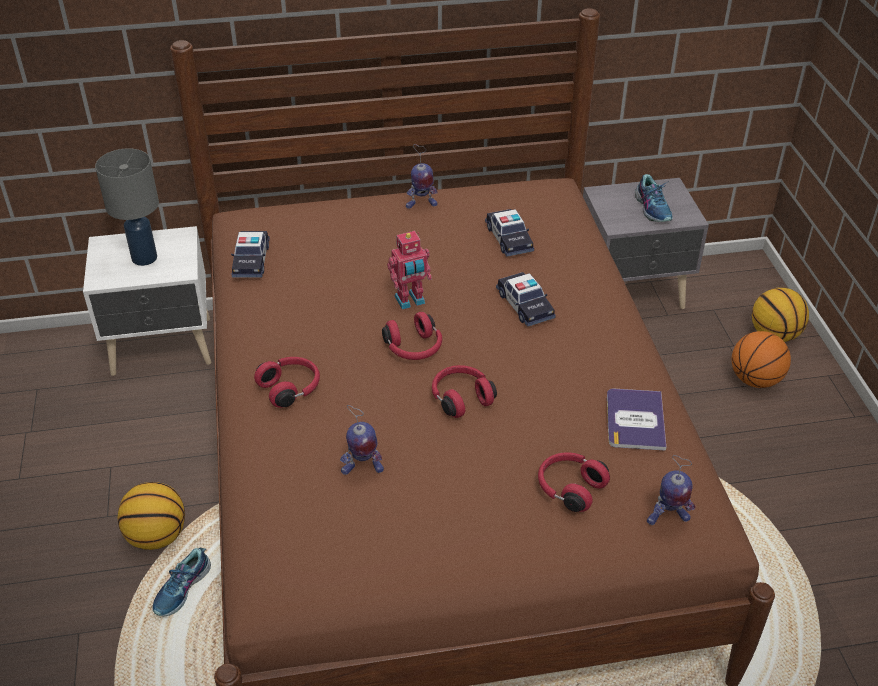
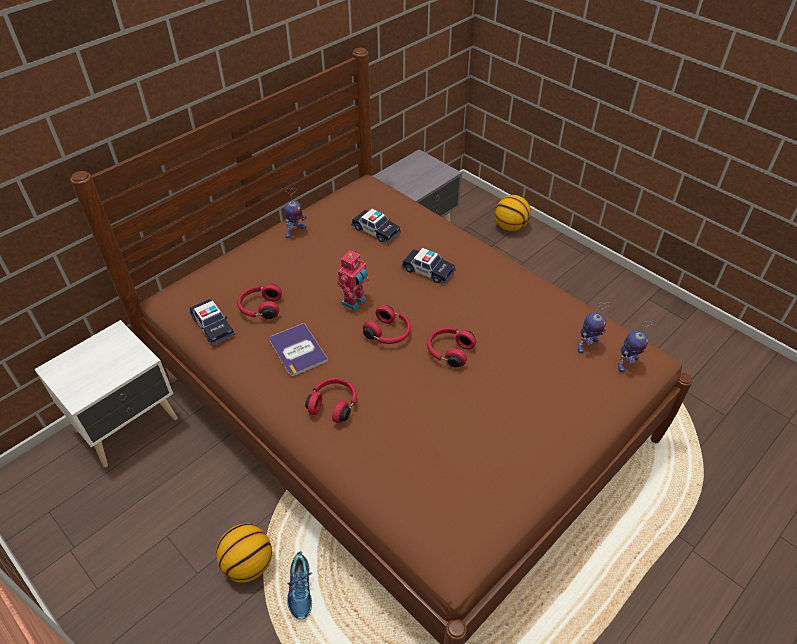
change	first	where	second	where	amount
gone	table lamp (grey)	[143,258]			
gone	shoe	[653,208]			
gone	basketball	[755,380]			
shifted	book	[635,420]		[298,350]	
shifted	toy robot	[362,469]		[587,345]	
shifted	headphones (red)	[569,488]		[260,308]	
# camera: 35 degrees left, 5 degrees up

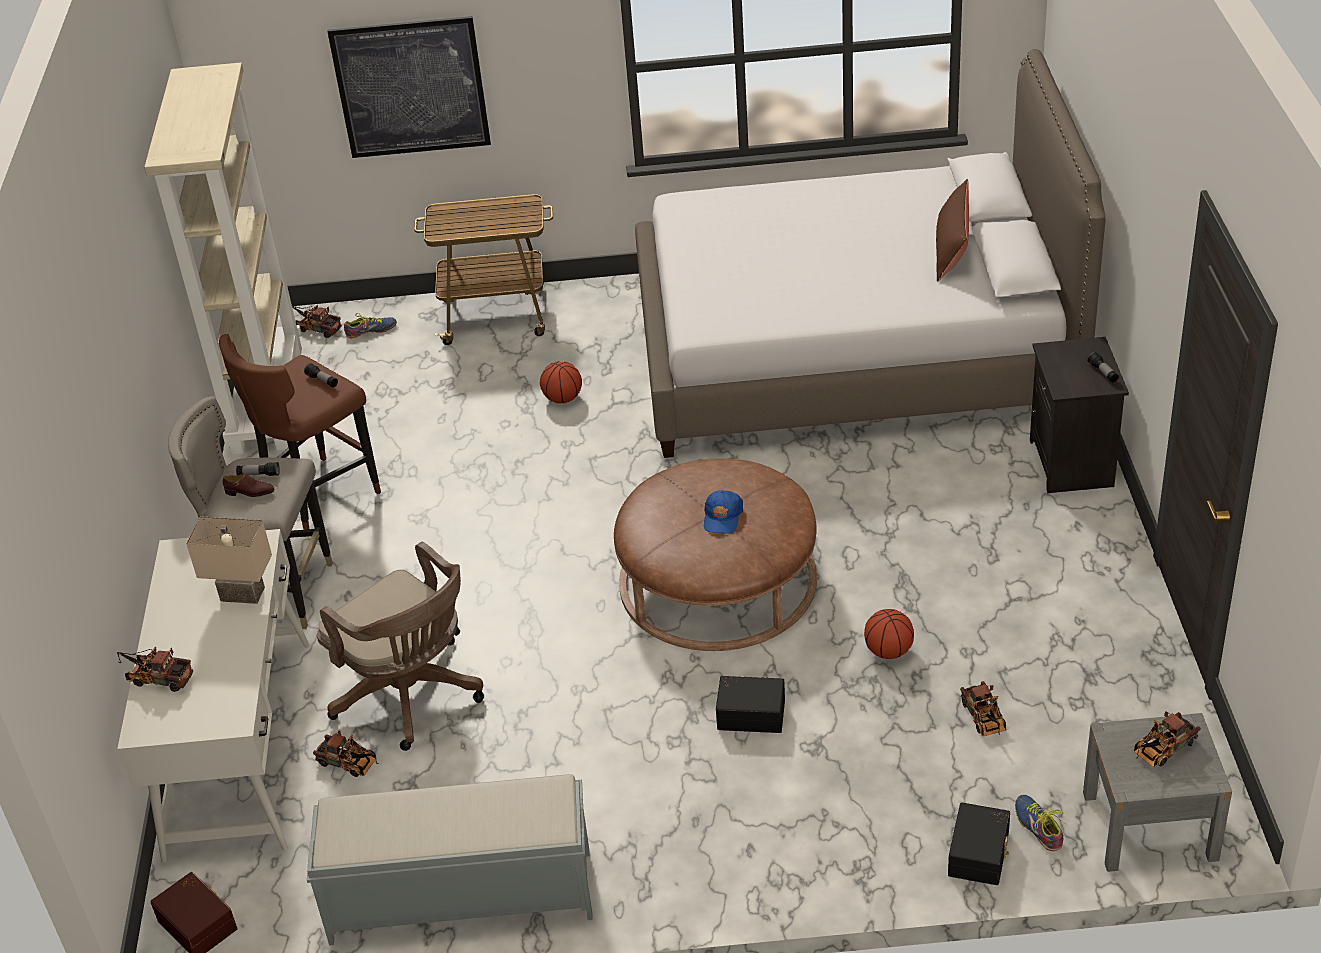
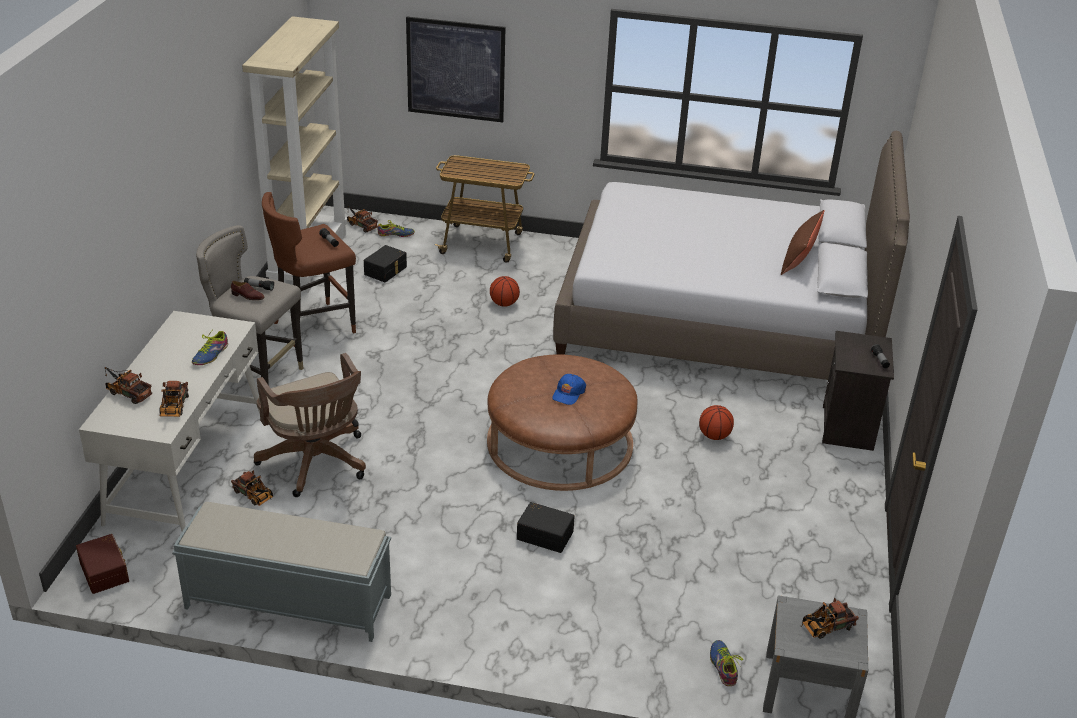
change	first	where	second	where	amount
swapped	table lamp (beige)	[244,592]	shoe	[211,355]	
shifted	basketball	[889,651]		[714,436]	
shifted	toy truck	[984,720]		[174,408]	
shifted	storage box (black)	[980,853]		[386,271]	
# camera: 10 degrees right, 5 degrees down

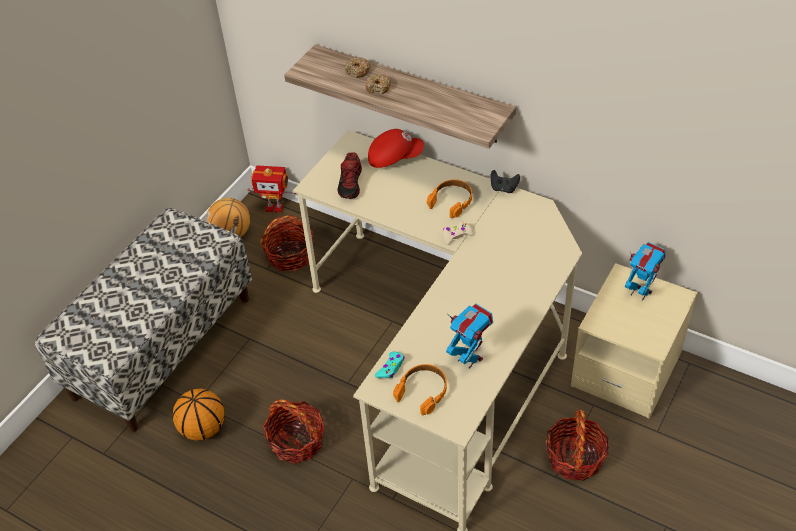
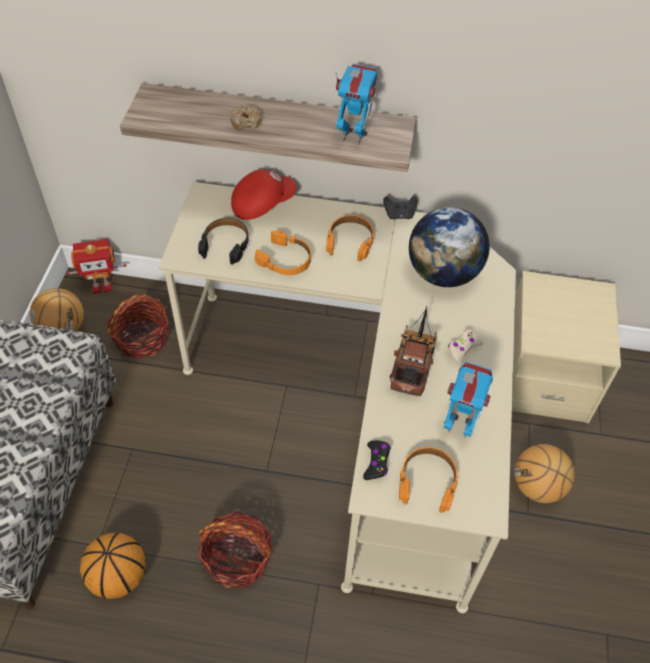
change	first	where	second	where	amount
gone	donut	[358,71]			
swapped	shoe	[351,183]	headphones (black)	[225,244]	
shifted	game controller (beige)	[457,235]		[463,349]	
shifted	toy robot	[640,292]		[353,136]	
repainted	game controller (turquoise)	[390,368]	game controller (black)	[376,462]	
swapped	basket	[575,458]	basketball	[537,487]	
new			globe	[443,274]	
new			headphones (orange)	[285,260]	
new			toy truck	[414,361]	
# camera: 25 degrees left, 5 degrees up

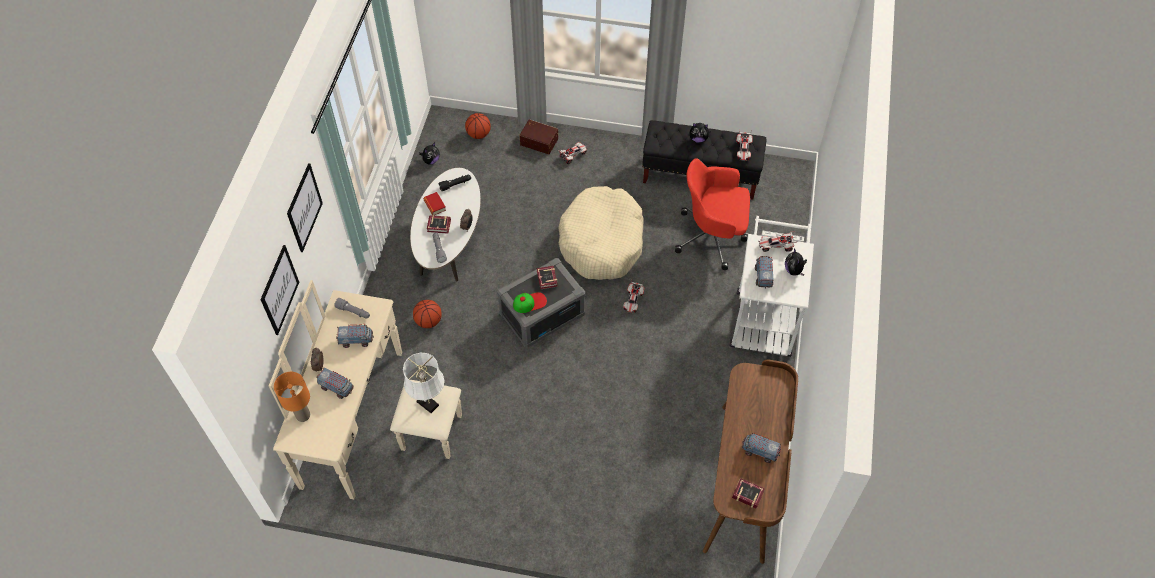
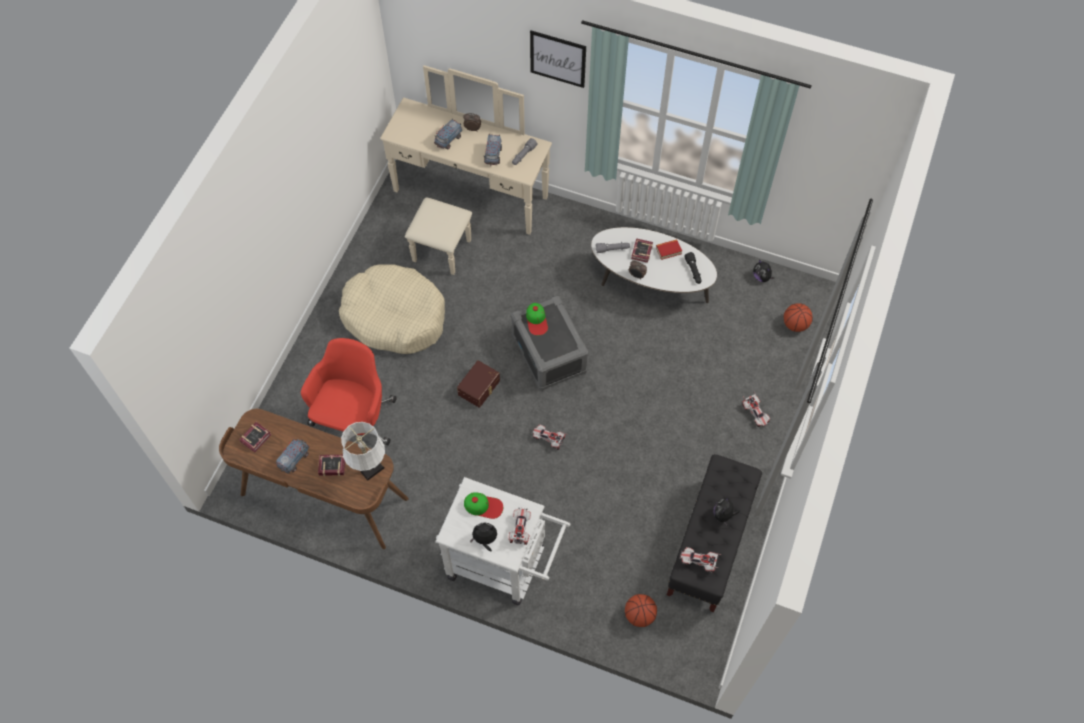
change	first	where	second	where	amount
shifted	storage box (brown)	[539,141]		[480,388]	
shifted	office chair (red)	[712,237]		[354,421]	
shifted	dog bed (beige)	[602,242]		[394,316]	
gone	picture	[279,290]			
swapped	toy truck	[763,277]	cap	[483,506]	
shifted	book	[546,280]		[331,465]	
shifted	basketball	[429,321]		[639,615]	
shifted	table lamp (white)	[429,404]		[370,471]	
gone	table lamp (orange)	[303,415]			
# camera: 100 degrees right, 5 degrees up

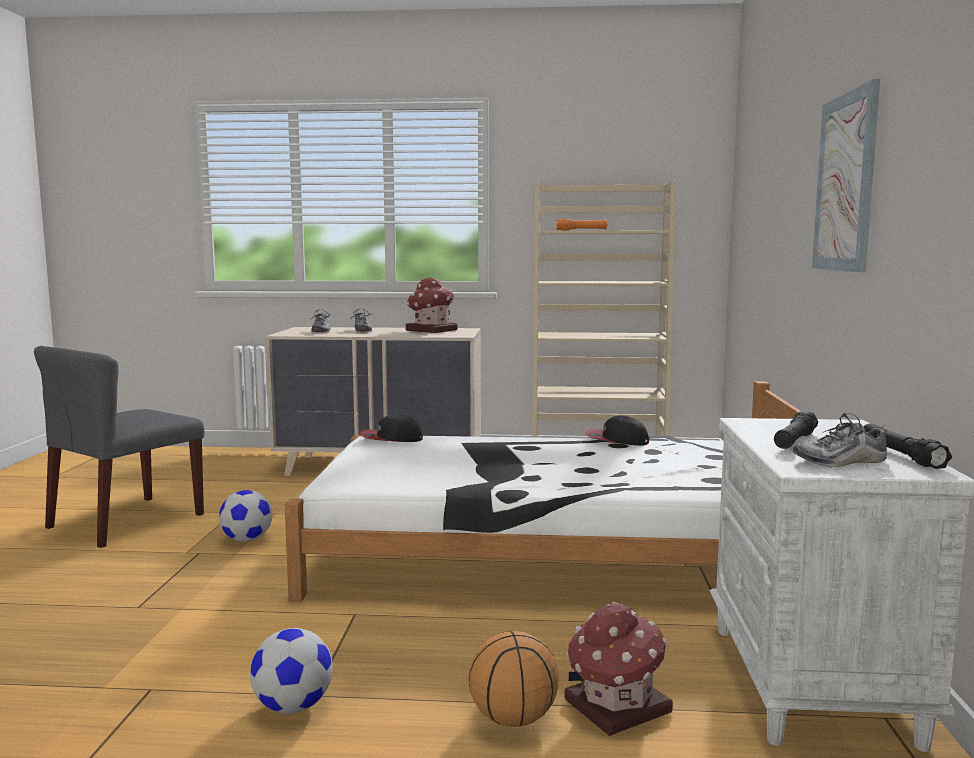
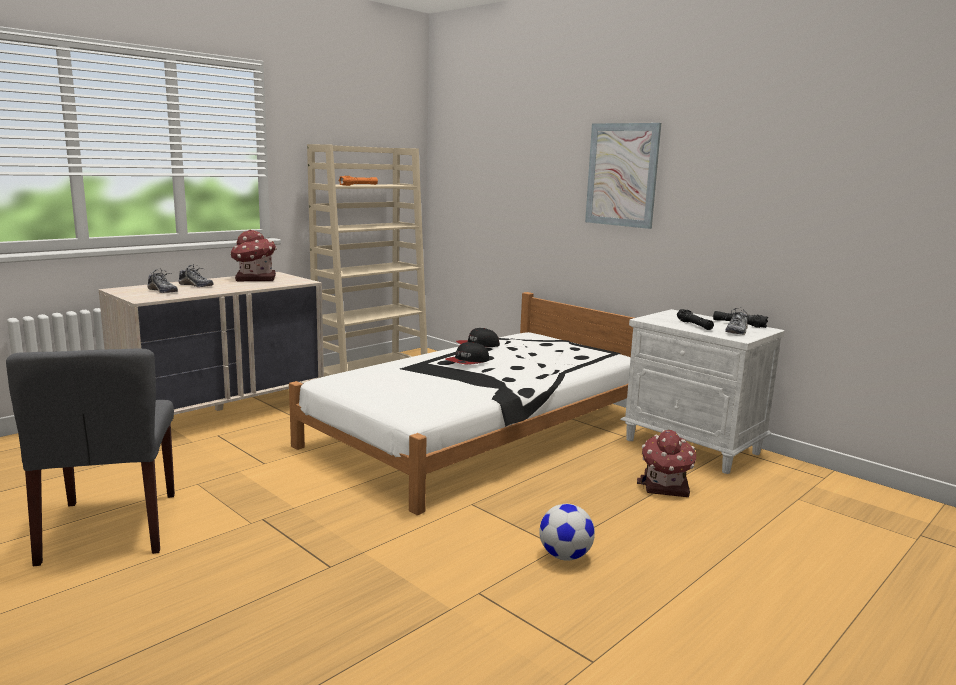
change	first	where	second	where	amount
shifted	cap	[391,438]		[467,362]	
gone	football	[247,540]			
gone	basketball	[514,718]			
# camera: 50 degrees left, 5 degrees up

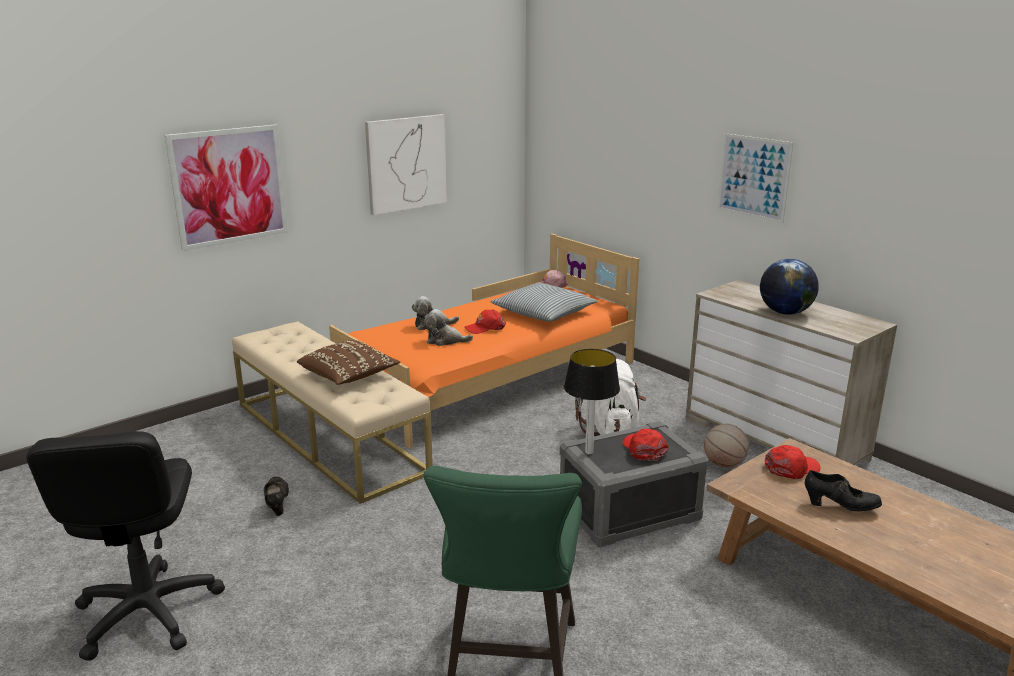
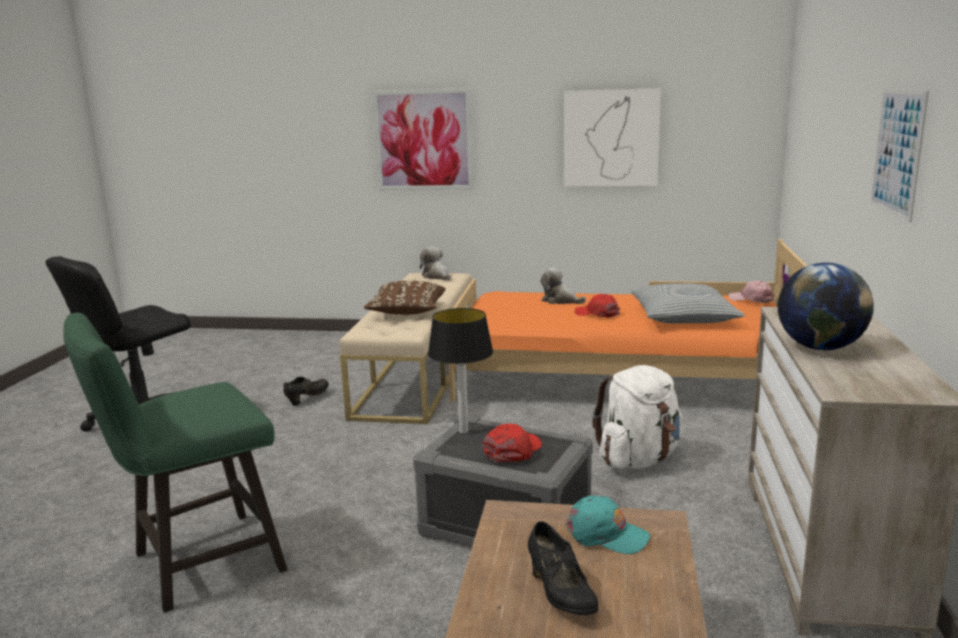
change	first	where	second	where	amount
shifted	plush toy	[445,341]		[436,276]	
gone	basketball	[724,464]			
repainted	cap (red)	[791,468]	cap (turquoise)	[606,535]	
# camera: 50 degrees right, 5 degrees down

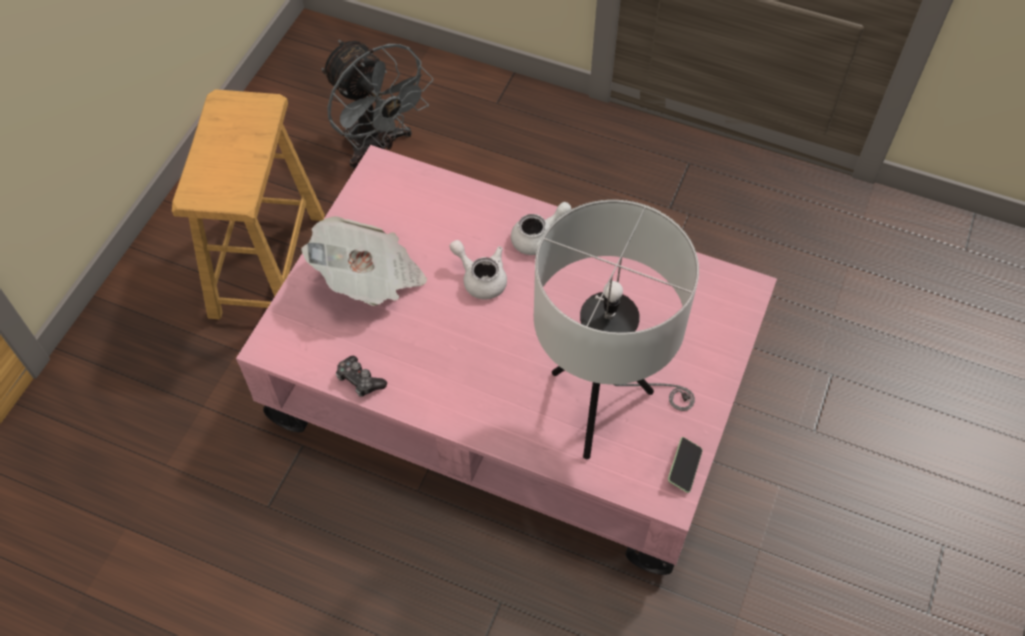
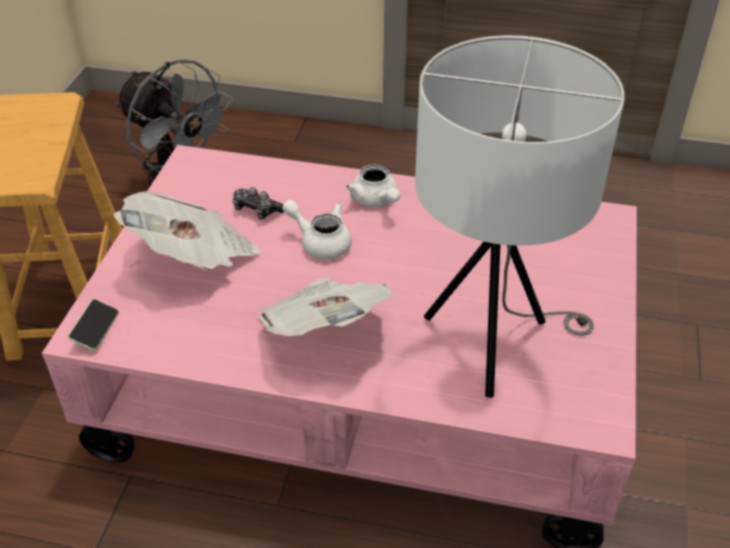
change	first	where	second	where	amount
rotated	teapot (white)	[539,238]		[376,201]	105 degrees clockwise
shifted	game controller	[360,380]		[257,210]	
shifted	phone	[684,468]		[95,330]	
new			newspaper	[325,329]	
# camera: 10 degrees left, 15 degrees down

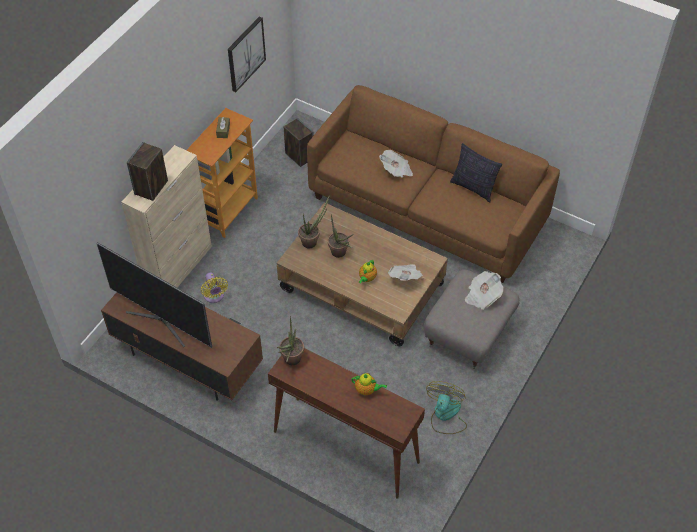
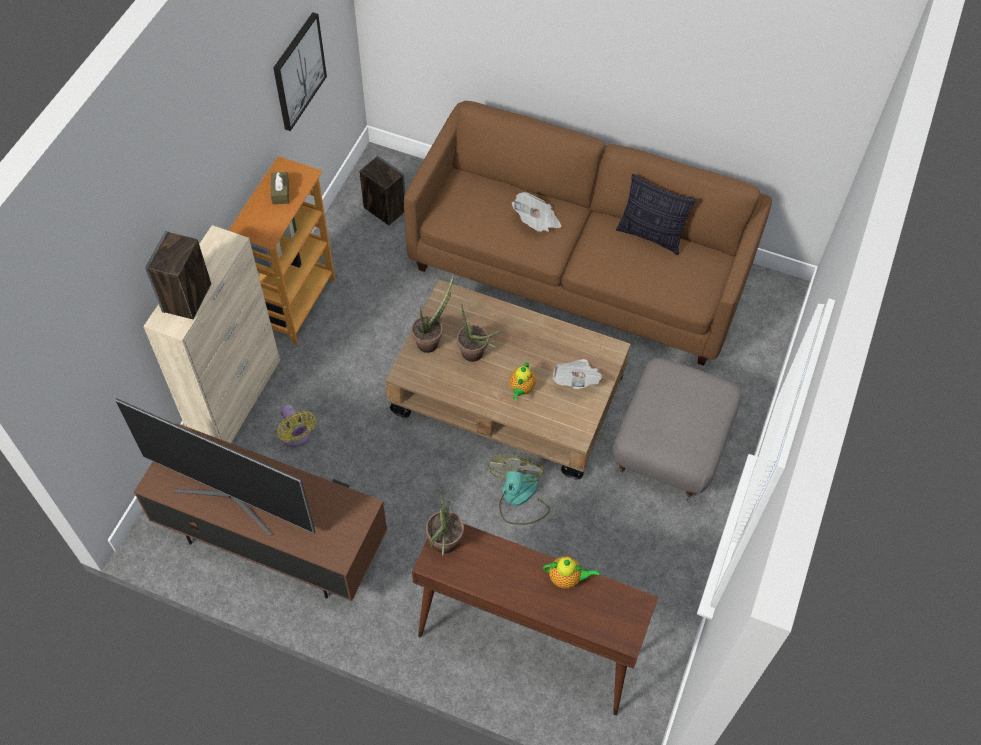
change	first	where	second	where	amount
gone	newspaper	[482,296]			
shifted	fan	[445,415]		[518,498]	
# camera: 10 degrees left, 5 degrees up

